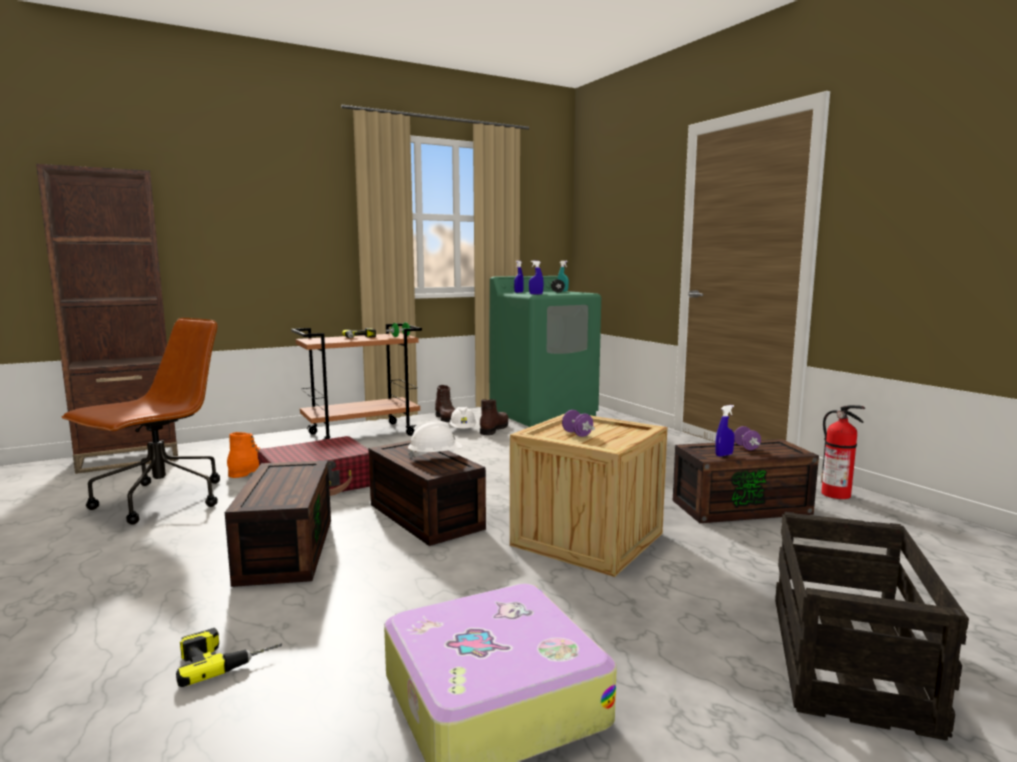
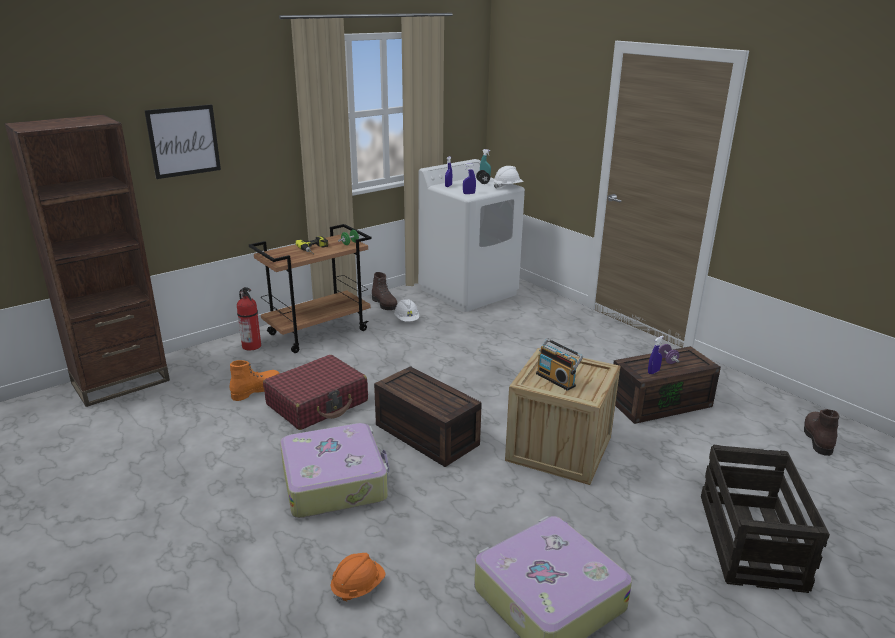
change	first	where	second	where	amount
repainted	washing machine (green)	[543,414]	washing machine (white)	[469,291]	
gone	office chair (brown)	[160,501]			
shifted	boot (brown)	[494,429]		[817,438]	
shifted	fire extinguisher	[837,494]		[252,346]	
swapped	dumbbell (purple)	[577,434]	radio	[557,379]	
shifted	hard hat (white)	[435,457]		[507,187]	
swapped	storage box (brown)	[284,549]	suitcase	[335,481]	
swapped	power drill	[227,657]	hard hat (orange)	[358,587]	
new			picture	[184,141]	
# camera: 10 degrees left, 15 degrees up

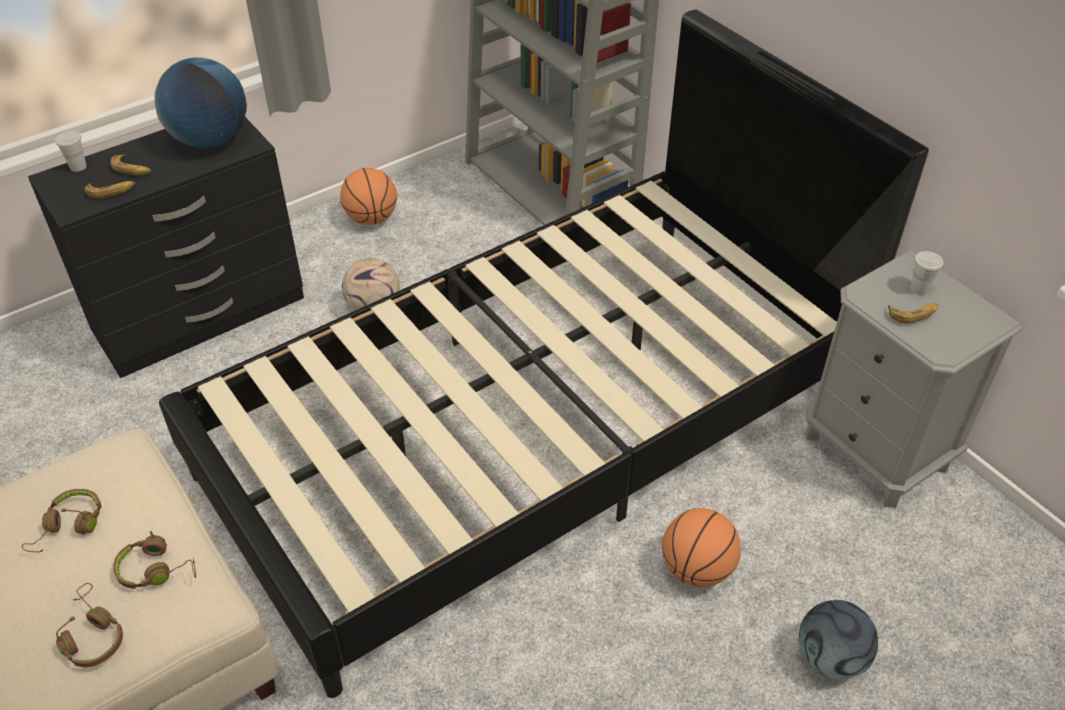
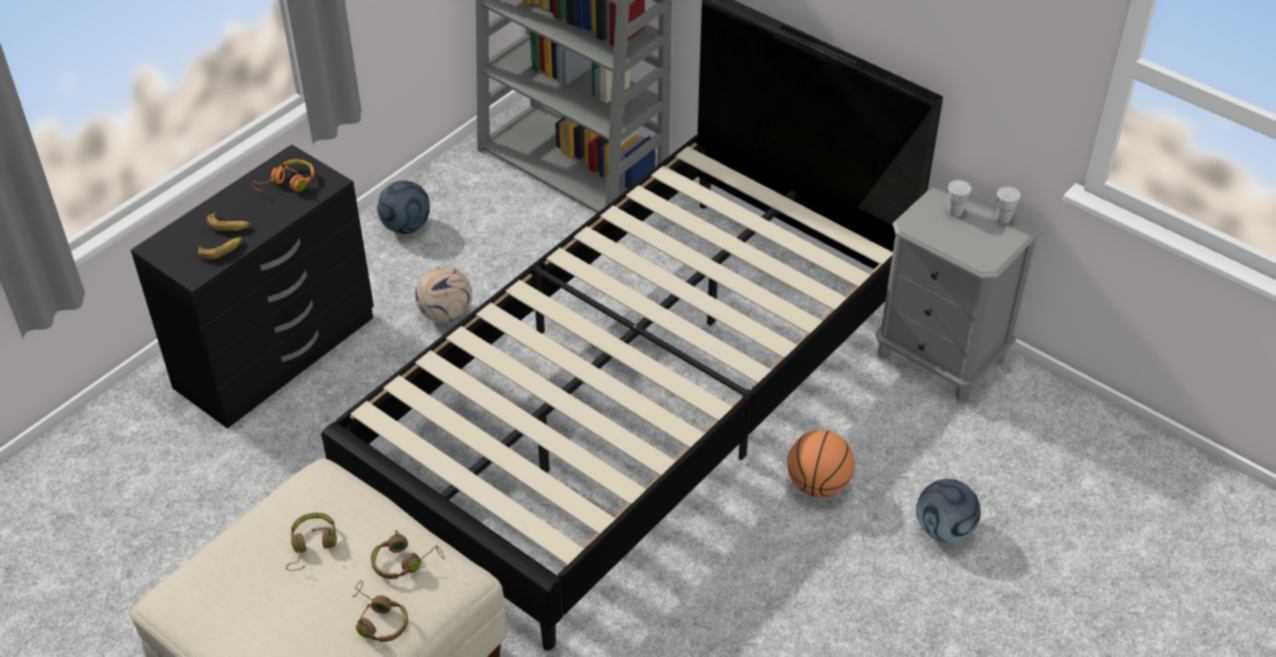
change	first	where	second	where	amount
swapped	globe	[210,140]	headphones (orange)	[288,184]	
shifted	cup (white)	[78,167]		[1003,218]	
swapped	basketball	[371,218]	football	[406,226]	
gone	banana	[913,314]			
# camera: 15 degrees left, 0 degrees up

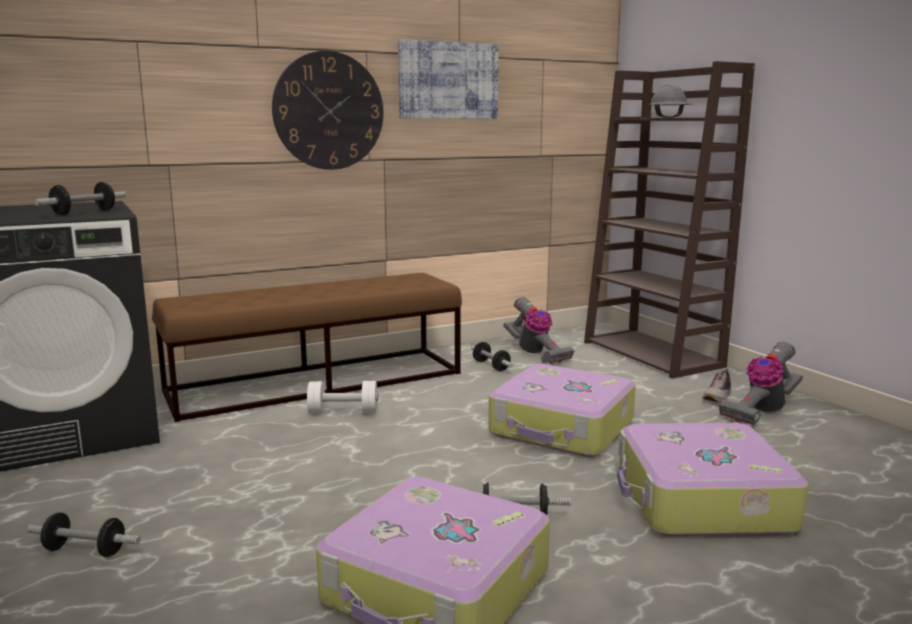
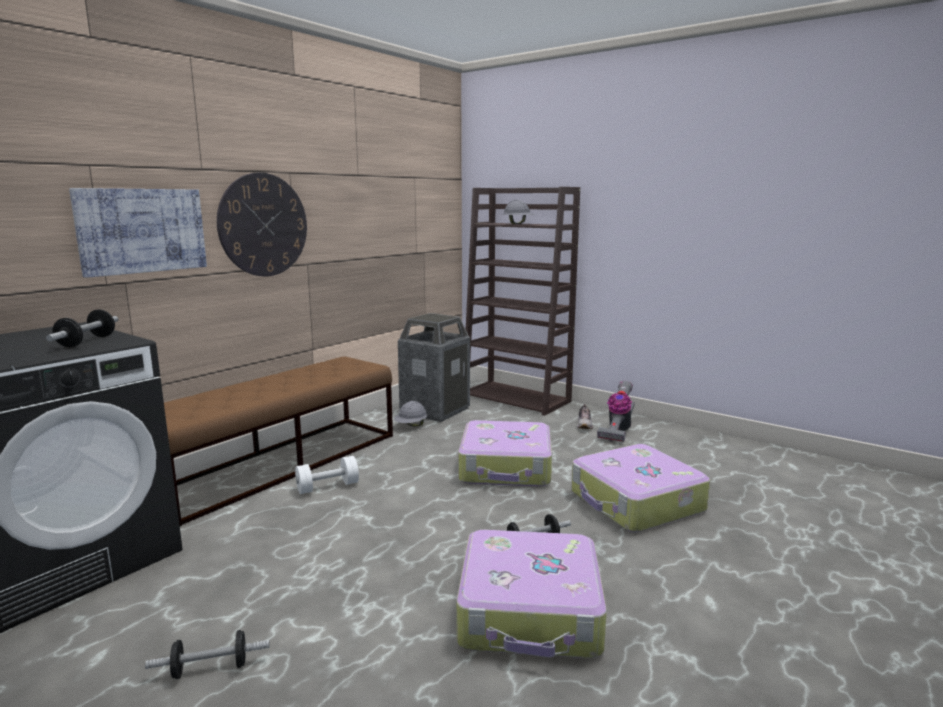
change	first	where	second	where	amount
shifted	picture	[448,80]		[142,230]	
swapped	vacuum cleaner	[535,353]	trash can	[435,410]	
swapped	dumbbell	[491,366]	hard hat (grey)	[411,426]	
# camera: 25 degrees left, 0 degrees up

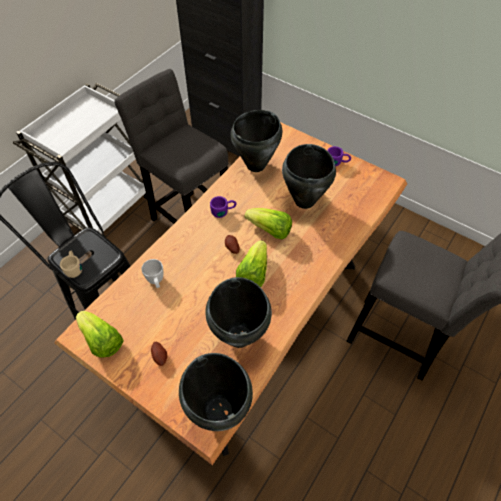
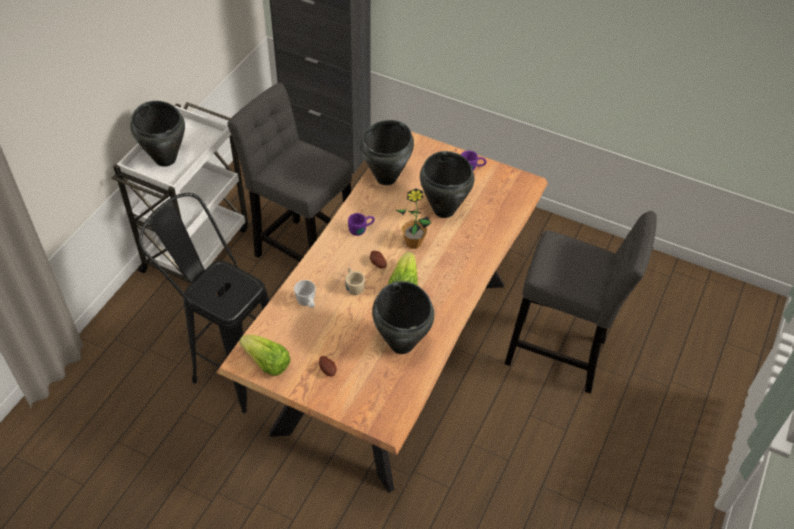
change	first	where	second	where	amount
swapped	lettuce	[270,230]	potted plant	[413,243]	
shifted	mug (beige)	[74,267]		[353,285]	
shifted	cooking pot (black)	[219,410]		[166,159]	
# camera: 10 degrees left, 5 degrees down

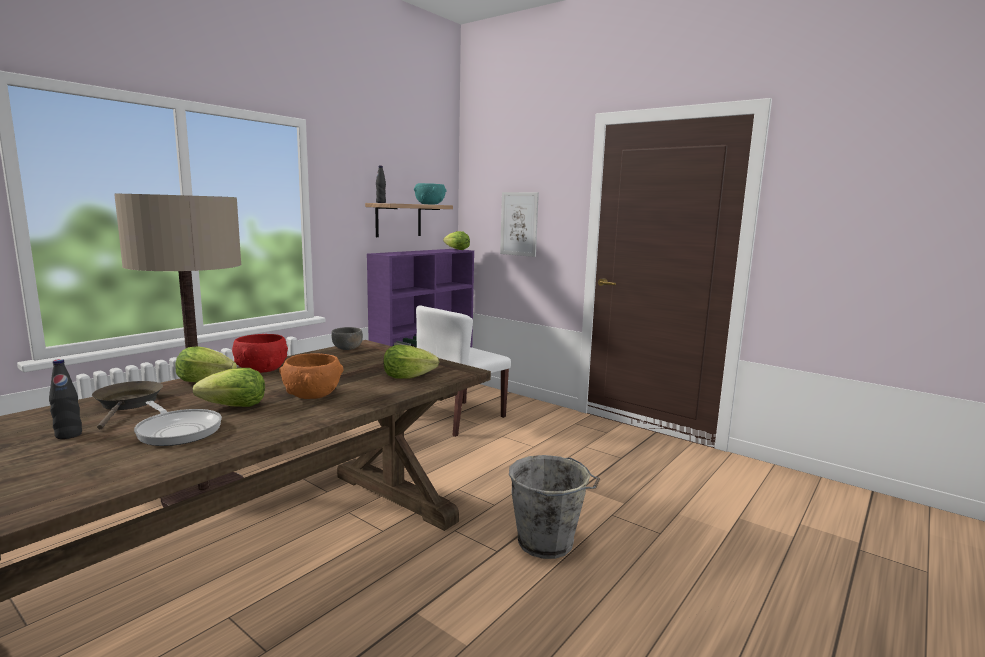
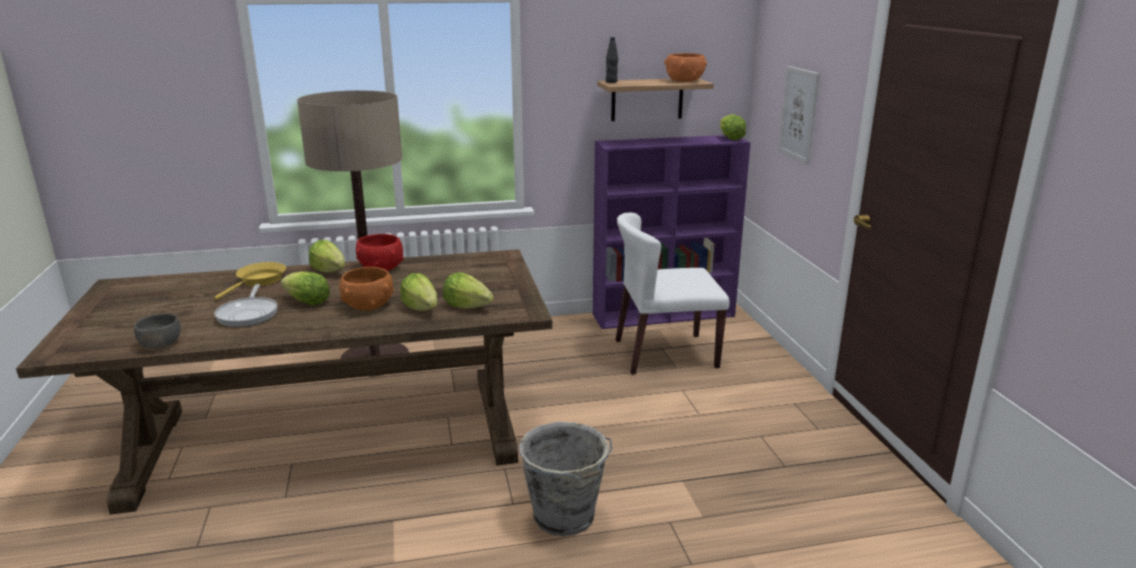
change	first	where	second	where	amount
repainted	bowl (turquoise)	[430,204]	bowl (orange)	[684,81]	
shifted	bowl (grey)	[347,348]		[160,344]	
gone	bottle (black)	[68,435]			
repainted	frying pan (brown)	[128,404]	frying pan (yellow)	[259,281]	
new			lettuce	[421,308]	
# camera: 40 degrees right, 10 degrees up

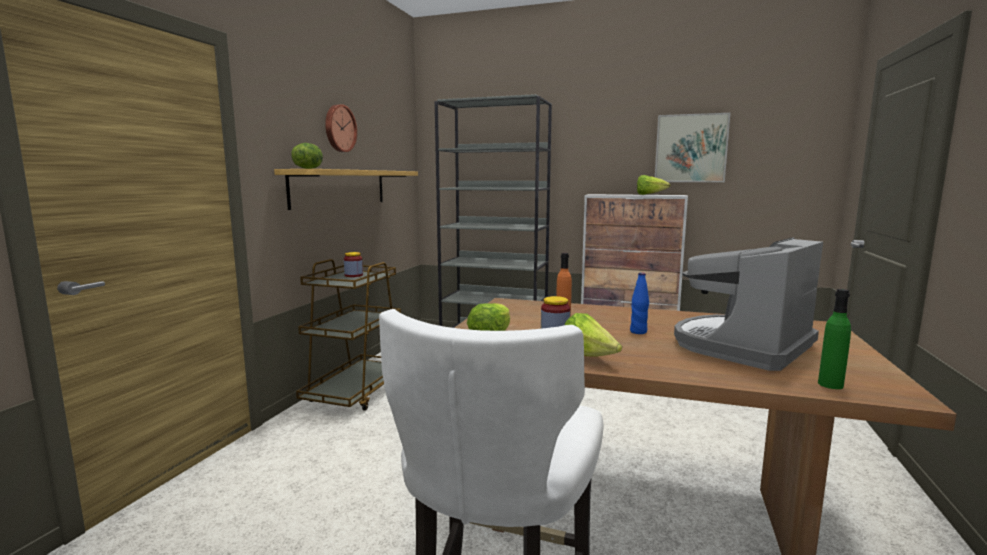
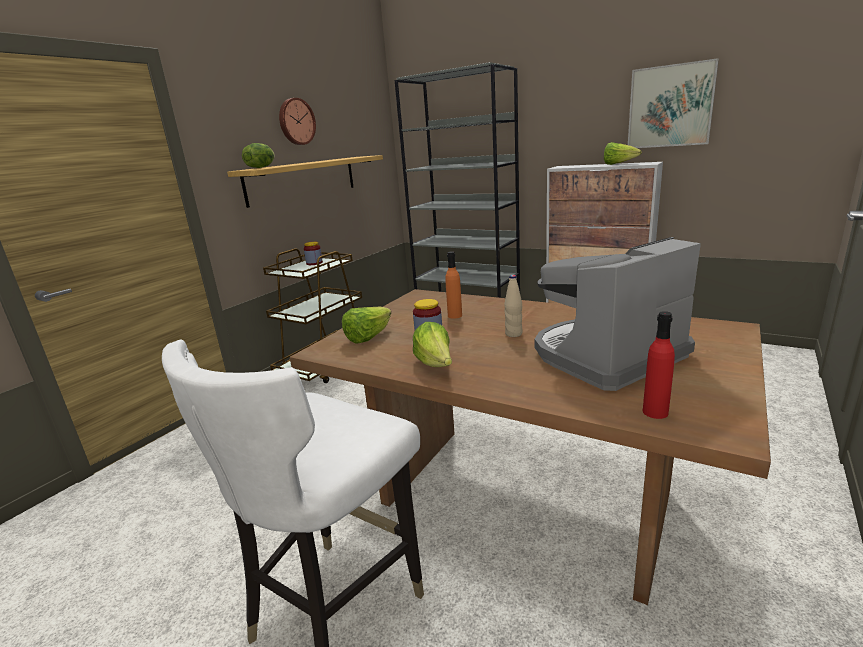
change	first	where	second	where	amount
repainted	bottle (blue)	[638,332]	bottle (beige)	[513,334]	
repainted	bottle (green)	[830,384]	bottle (red)	[655,412]	
# camera: 15 degrees right, 10 degrees up

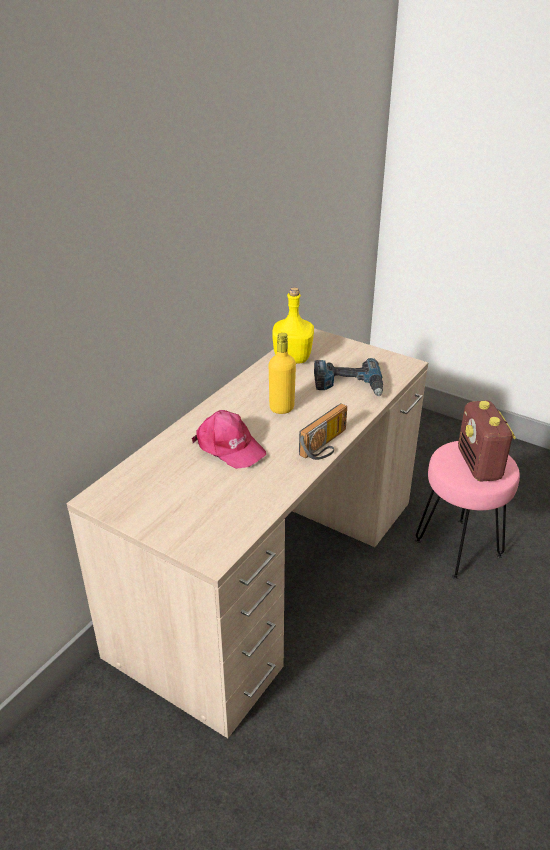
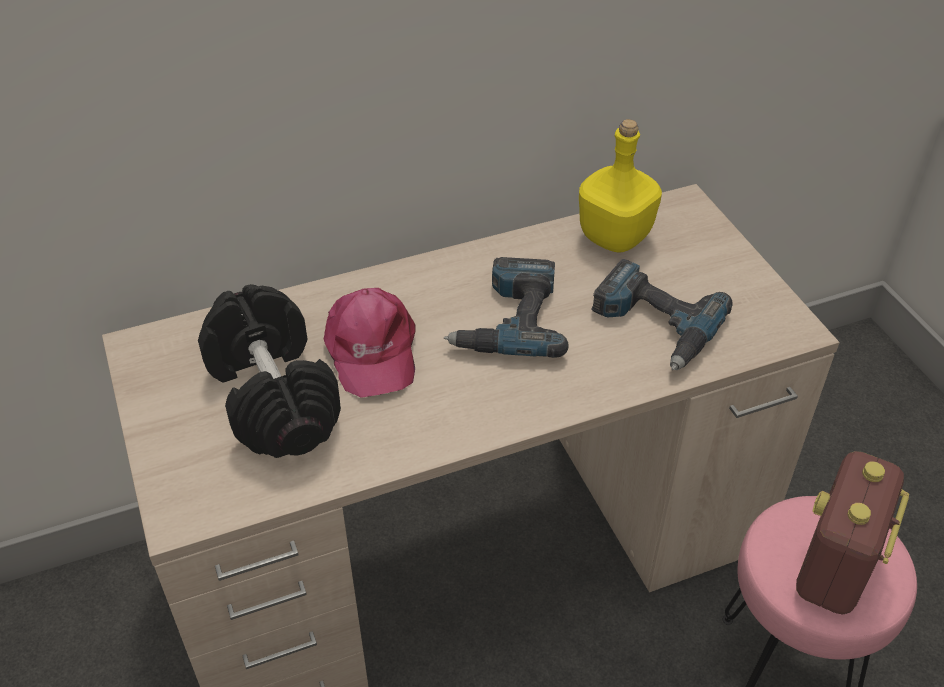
change	first	where	second	where	amount
swapped	bottle (yellow)	[281,408]	power drill	[508,319]	
gone	radio	[326,446]			
new			dumbbell (black)	[272,396]	
# camera: 35 degrees right, 10 degrees up

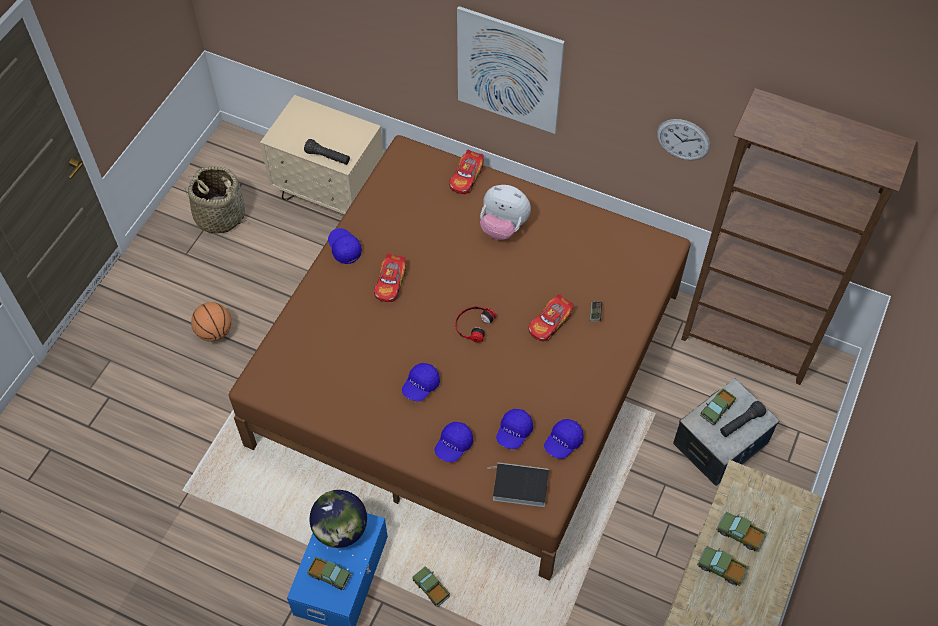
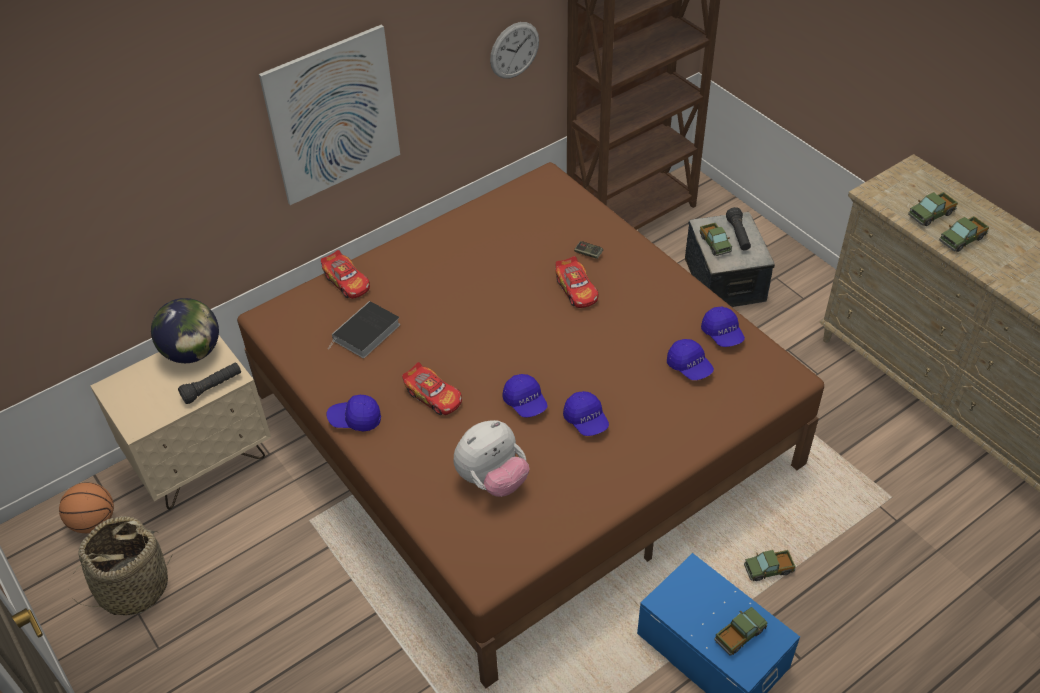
change	first	where	second	where	amount
shifted	plush toy	[503,227]		[492,479]	
shifted	basketball	[214,332]		[94,522]	
gone	headphones	[473,325]			
shifted	cap (blue)	[453,445]		[525,403]	
shifted	book	[518,486]		[366,334]	
shifted	globe	[341,529]		[192,352]	
# camera: 60 degrees left, 10 degrees down

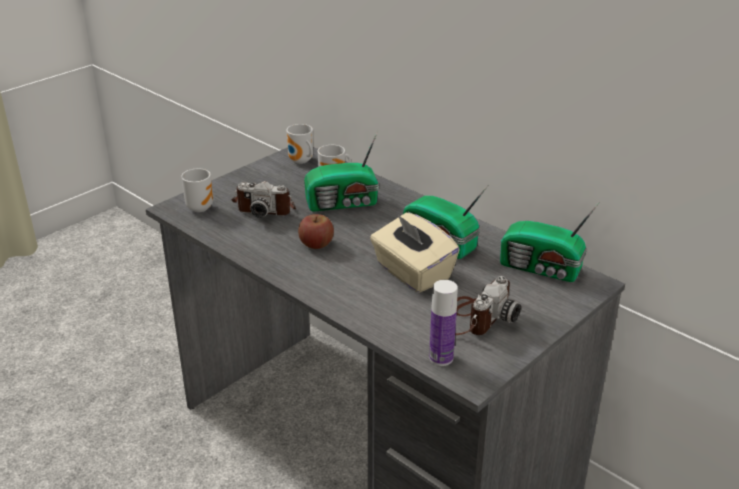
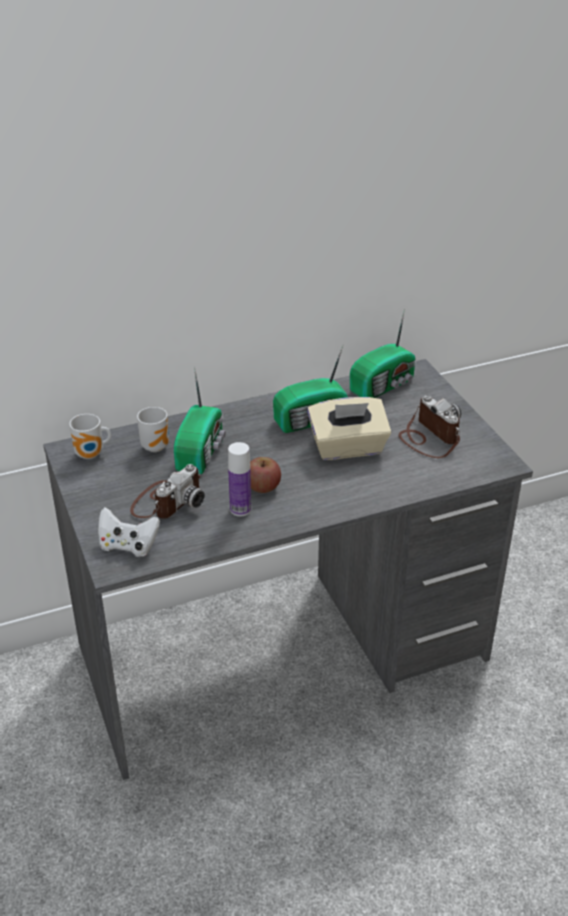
change	first	where	second	where	amount
swapped	mug	[199,207]	game controller (white)	[128,546]	
shifted	bottle	[441,358]		[240,509]	
# camera: 65 degrees left, 5 degrees up

